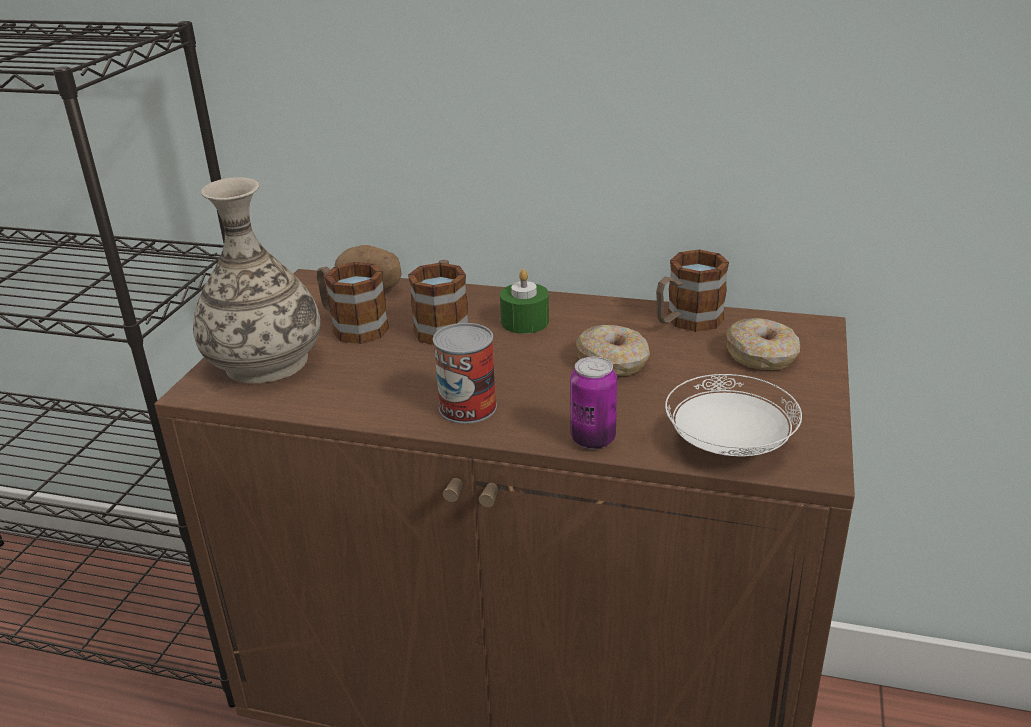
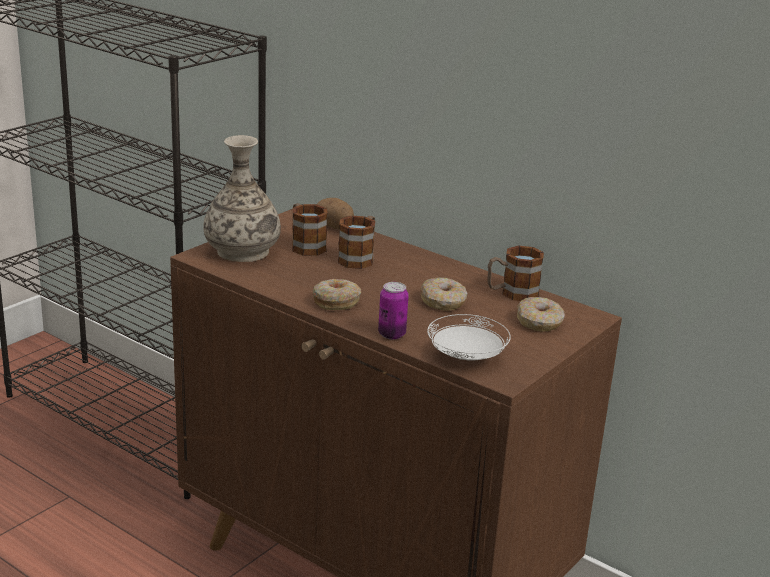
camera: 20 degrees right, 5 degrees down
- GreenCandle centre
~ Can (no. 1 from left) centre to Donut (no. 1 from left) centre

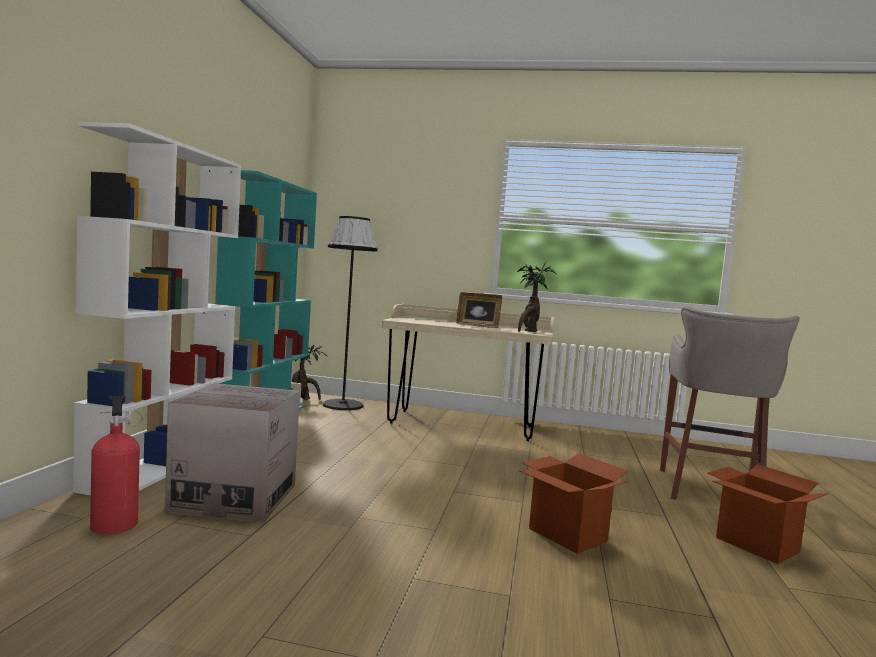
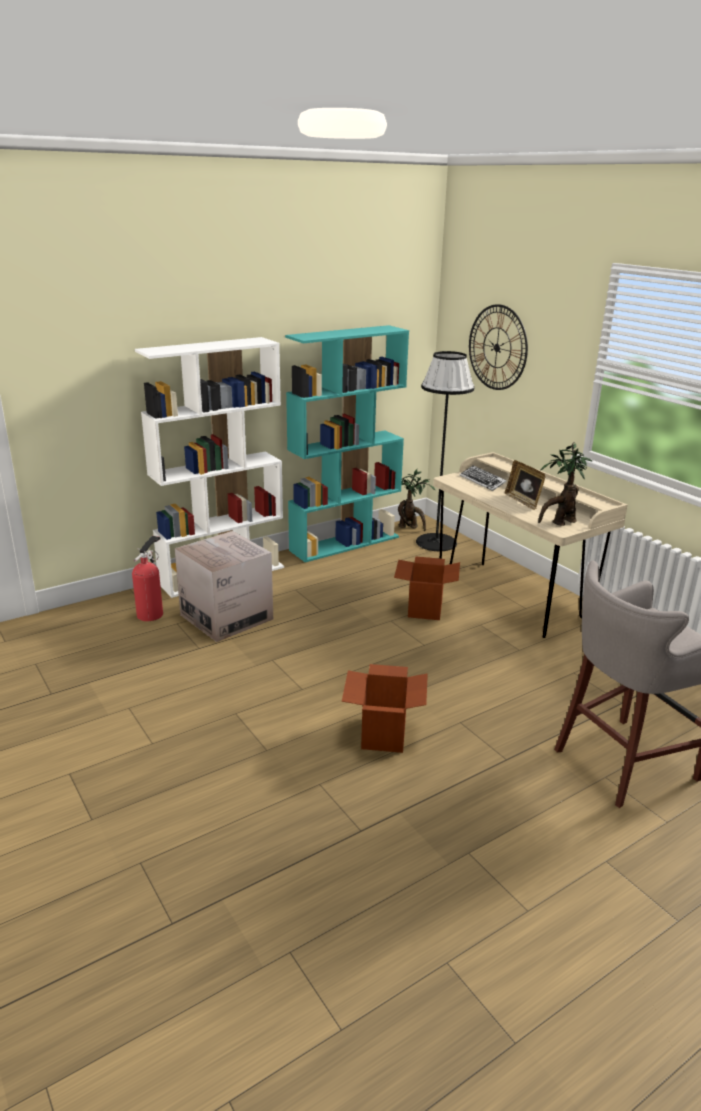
camera: 45 degrees right, 20 degrees up
+ Keyboard middle right
+ WallClock top right
~ CardboardBox (no. 3 from left) bottom right to centre

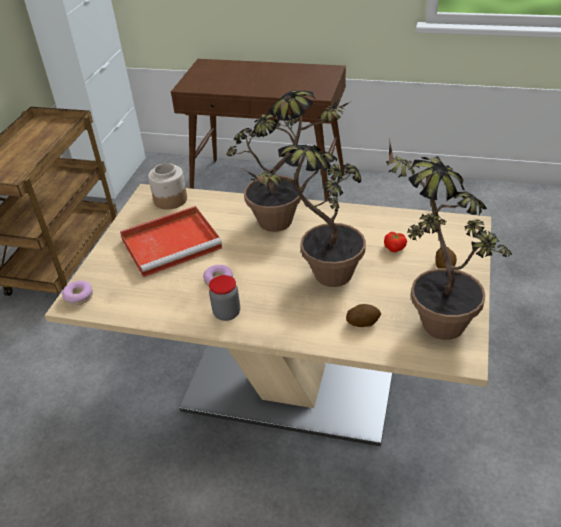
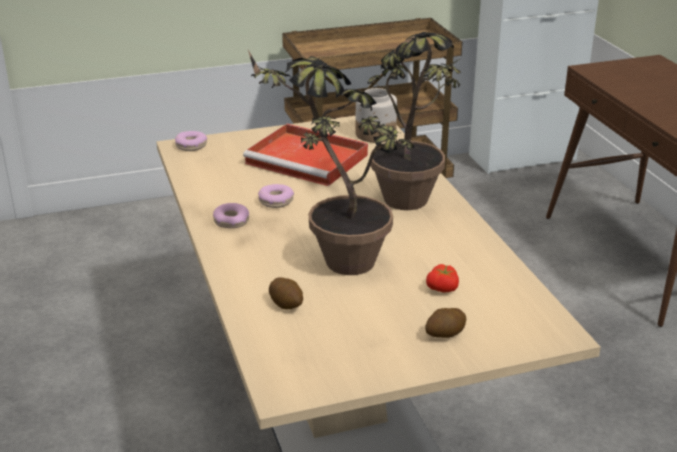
camera: 55 degrees right, 10 degrees down
- PottedPlant (no. 3 from left) middle right
~ Jar (no. 2 from left) centre to Donut (no. 2 from left) centre

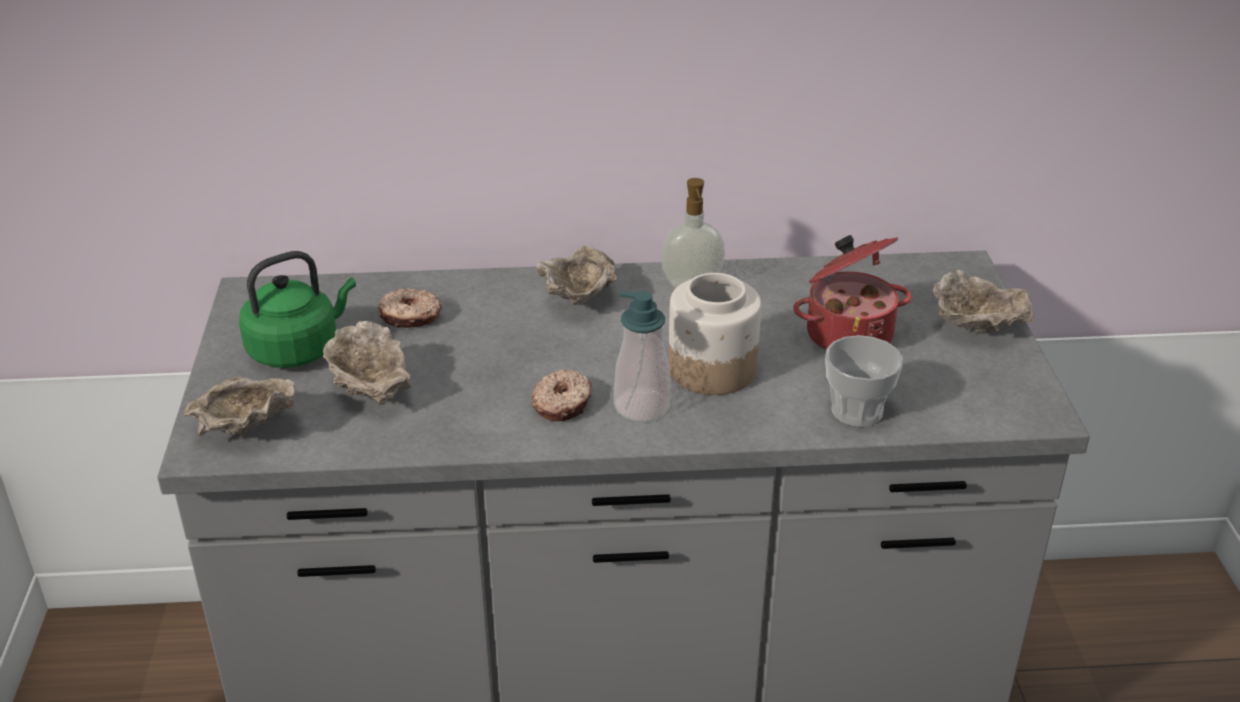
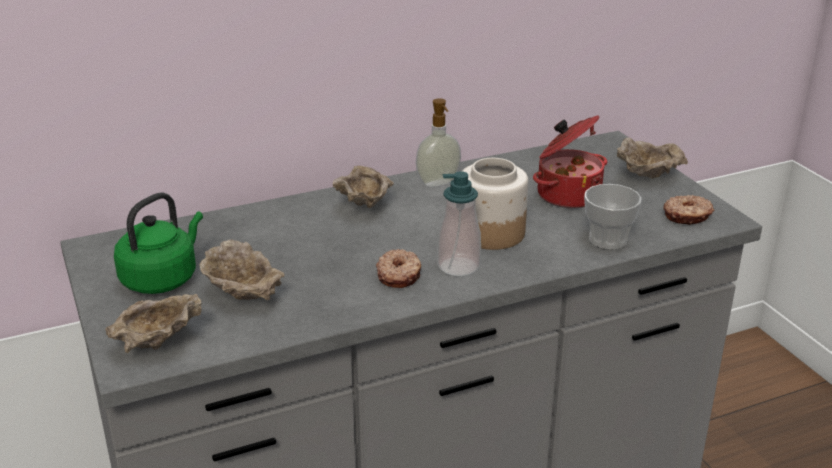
camera: 20 degrees left, 5 degrees down
~ Donut (no. 1 from left in the first image) middle left to Donut (no. 2 from left) middle right

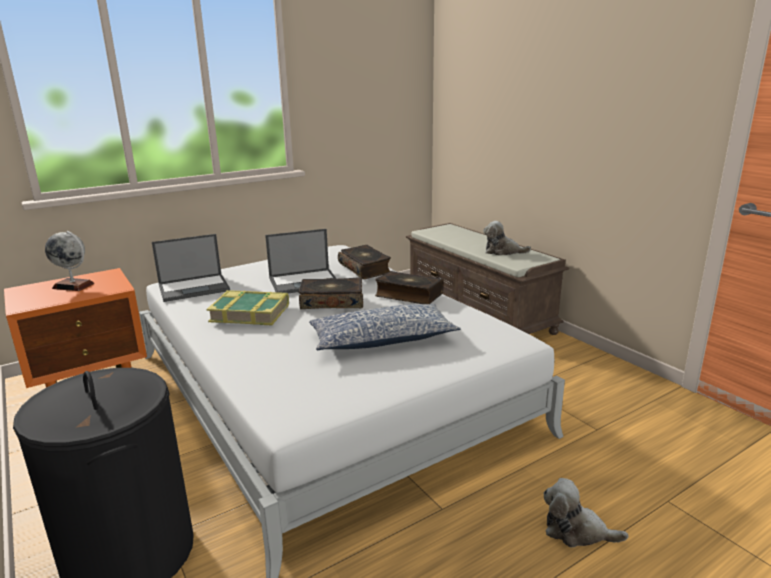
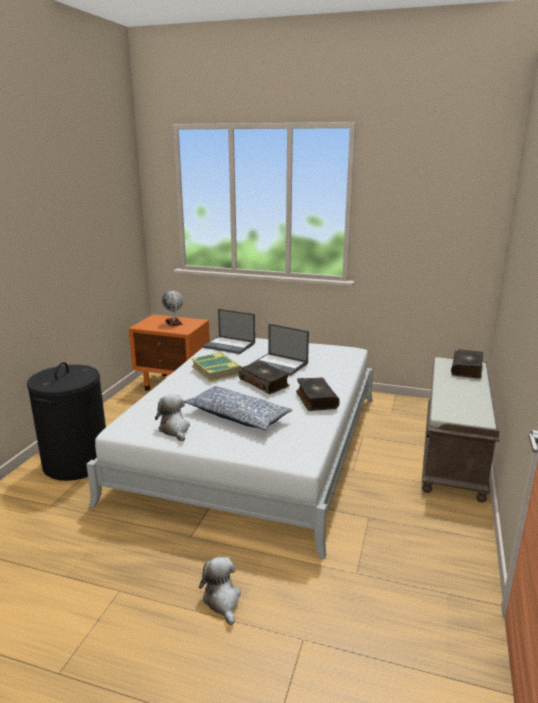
camera: 50 degrees right, 0 degrees up
~ Book (no. 3 from left in the first image) centre to Book (no. 4 from left) middle right
~ PlushToy (no. 1 from left) centre to middle left

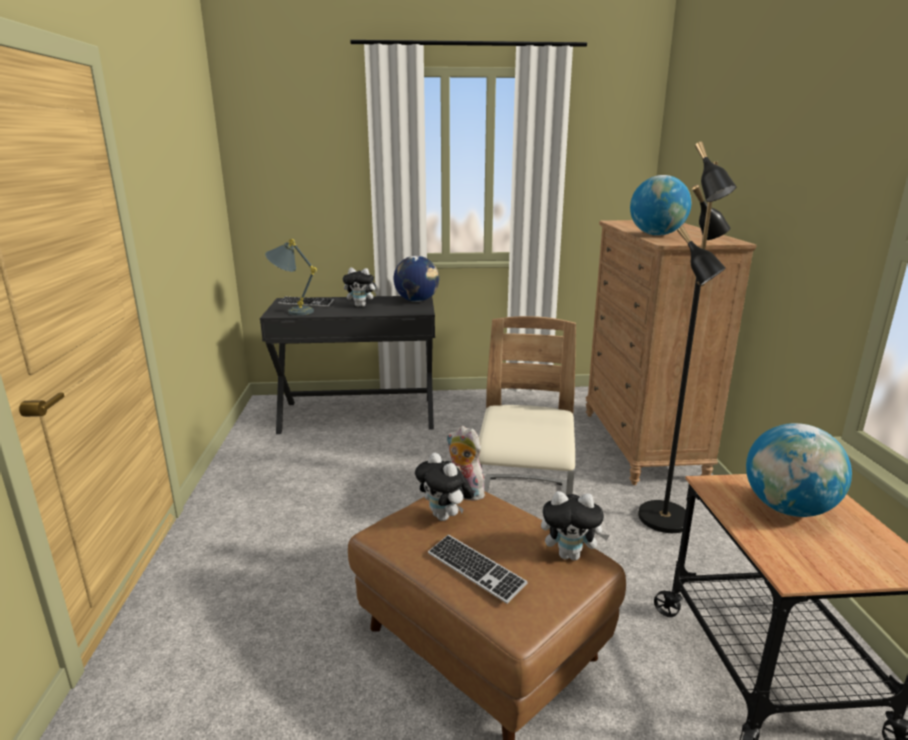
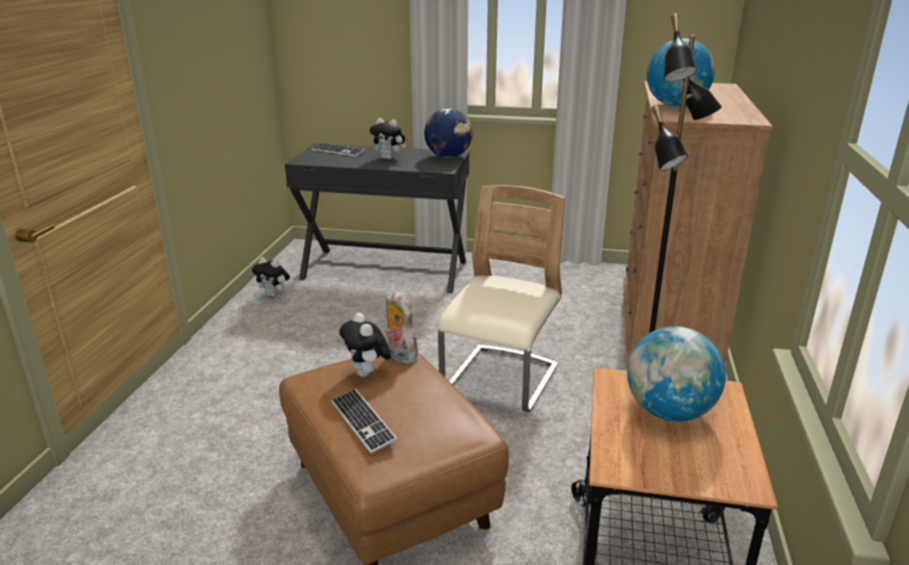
camera: 15 degrees right, 5 degrees up
- GreyTableLamp middle left
~ PlushToy (no. 4 from left in the first image) bottom centre to PlushToy (no. 1 from left) middle left

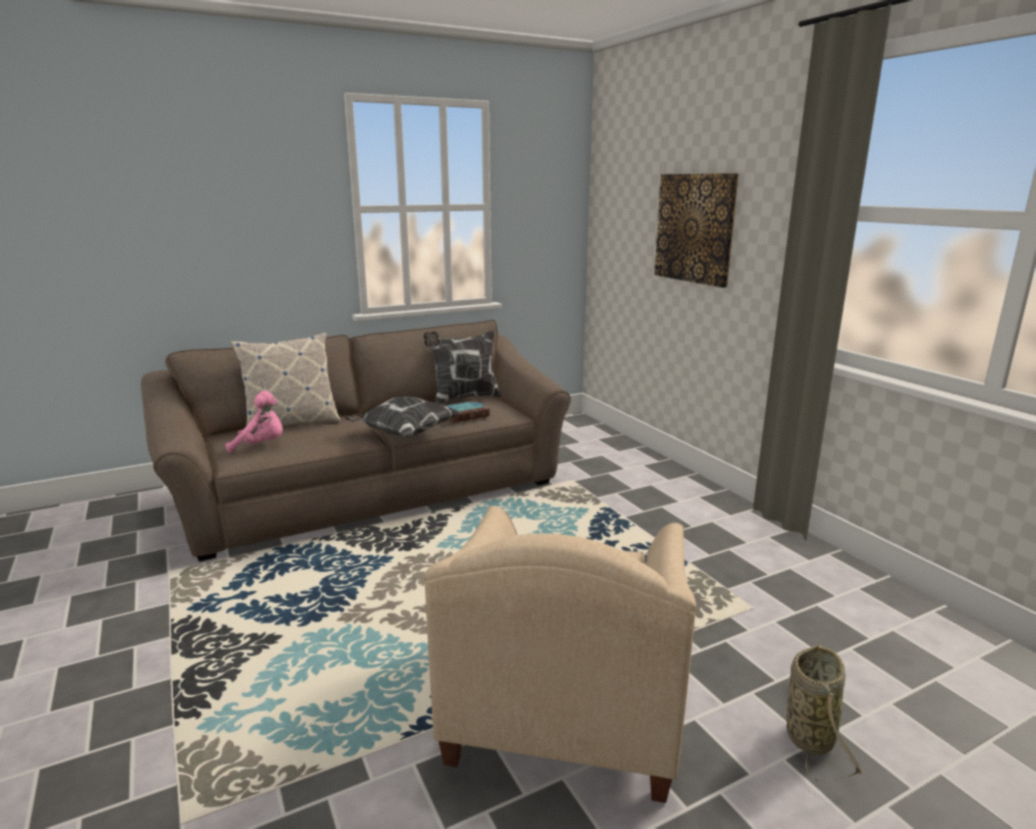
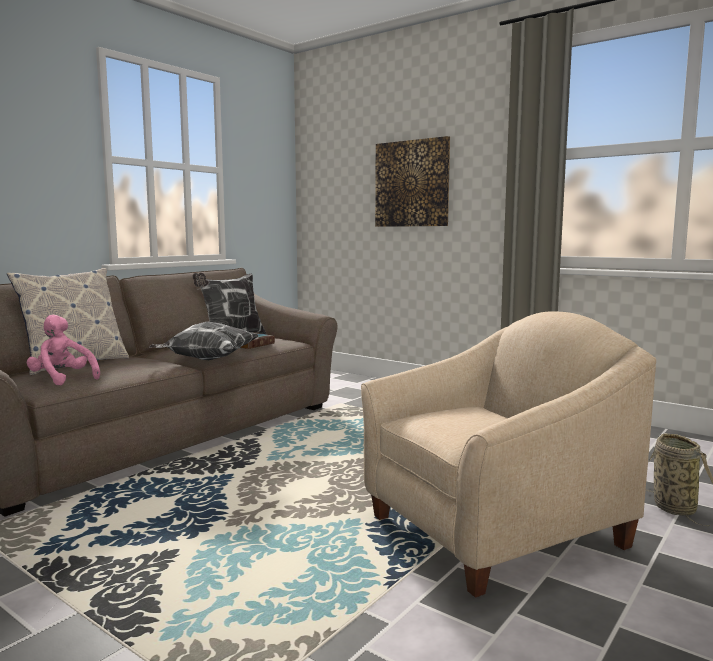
camera: 25 degrees left, 10 degrees down
~ PinkPlushToy middle left = middle left 120 degrees counterclockwise
~ BeigeArmchair bottom centre = bottom right 105 degrees counterclockwise

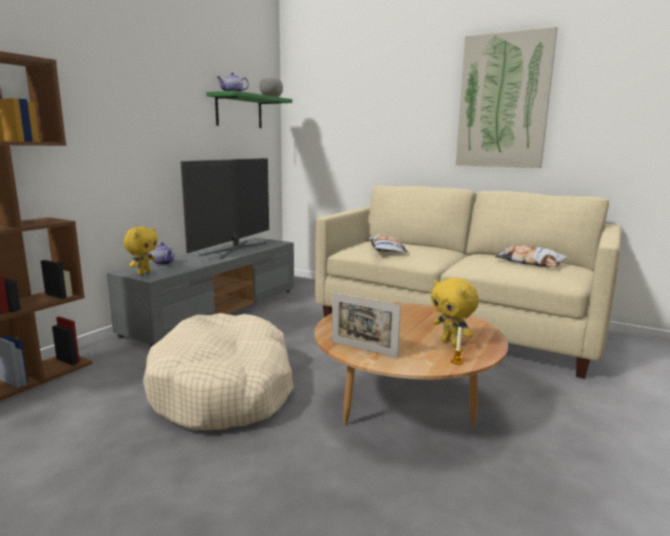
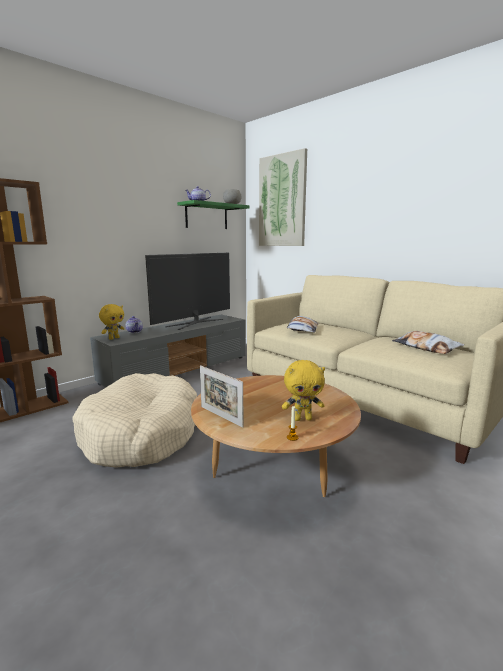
camera: 15 degrees right, 0 degrees up
~ Picture top right to top centre
~ YellowPlushToy (no. 2 from left) middle right = centre 75 degrees counterclockwise

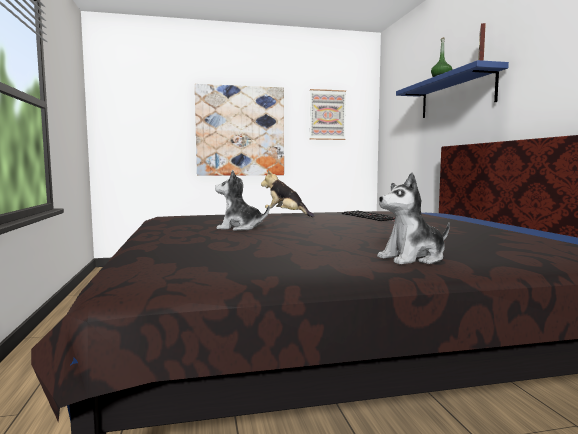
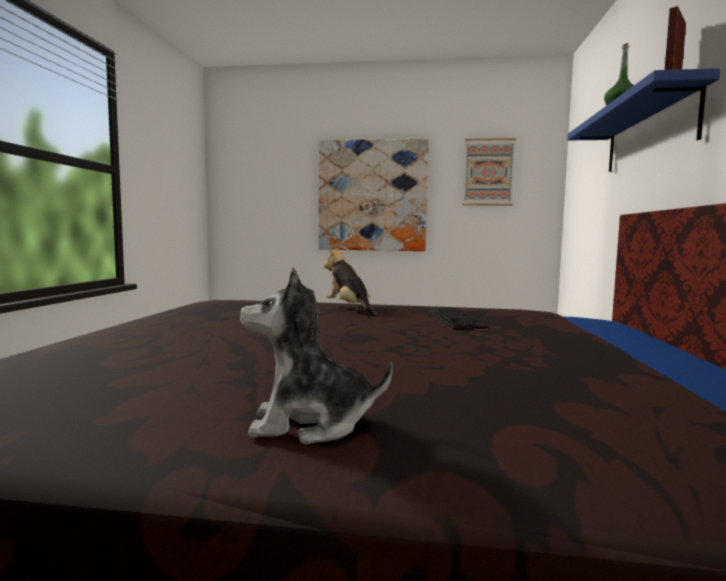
camera: 20 degrees right, 0 degrees up
- PlushToy (no. 1 from left) centre

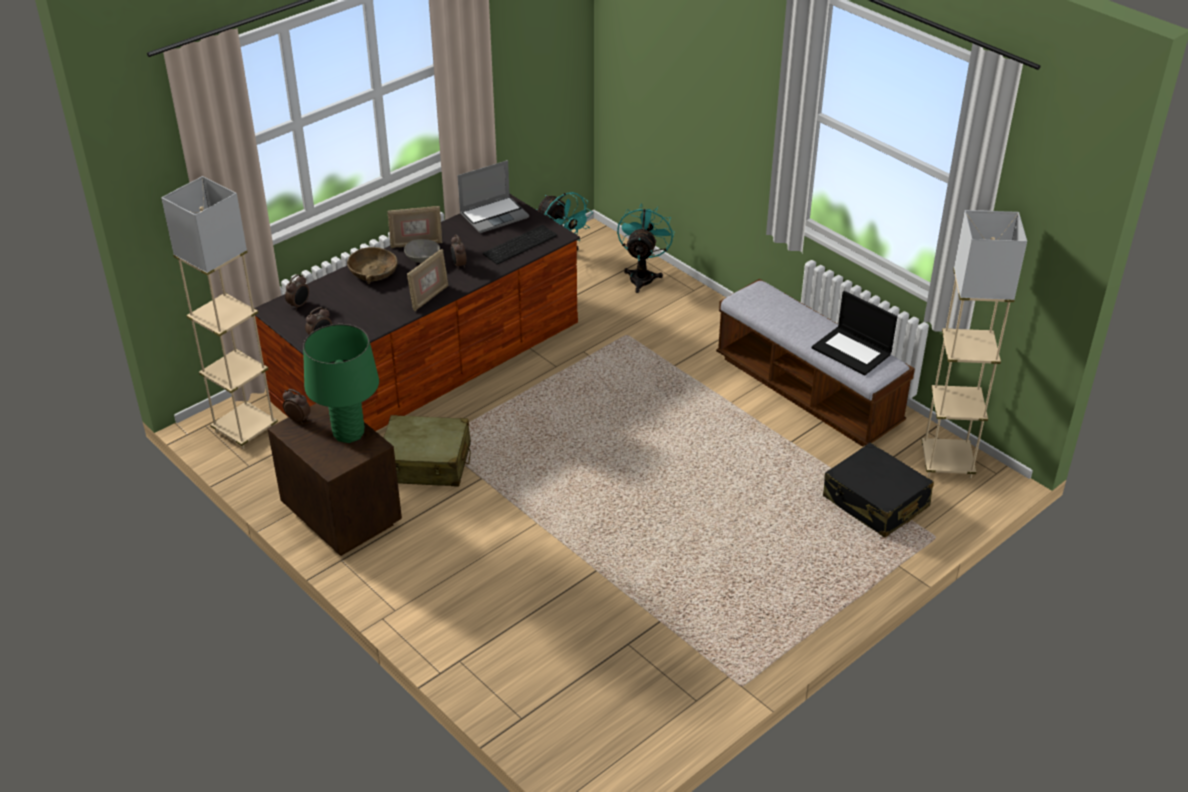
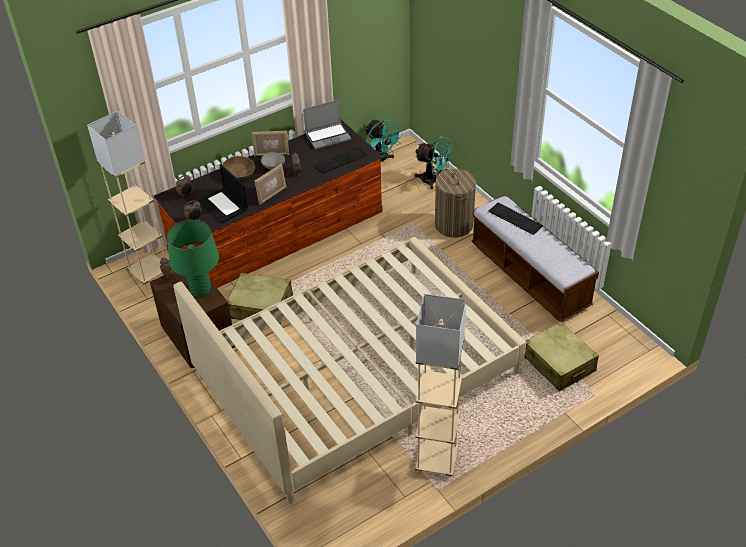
camera: 10 degrees right, 5 degrees up
+ BeigeBed bottom centre
+ LaundryBasket centre
+ Keyboard (no. 2 from left) middle right
~ Laptop (no. 2 from left in the first image) middle right to Laptop (no. 1 from left) middle left
~ BeigeFloorLamp (no. 2 from left) middle right to bottom centre
~ BlackSuitcase middle right to BeigeSuitcase (no. 2 from left) middle right
~ TurquoiseFan (no. 2 from left) top centre = top centre 90 degrees clockwise

